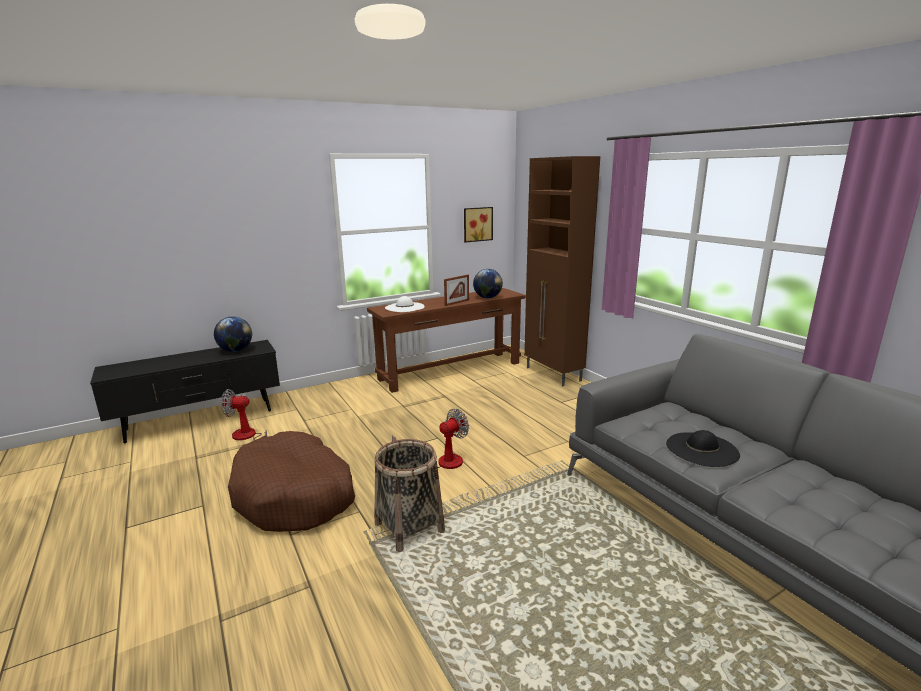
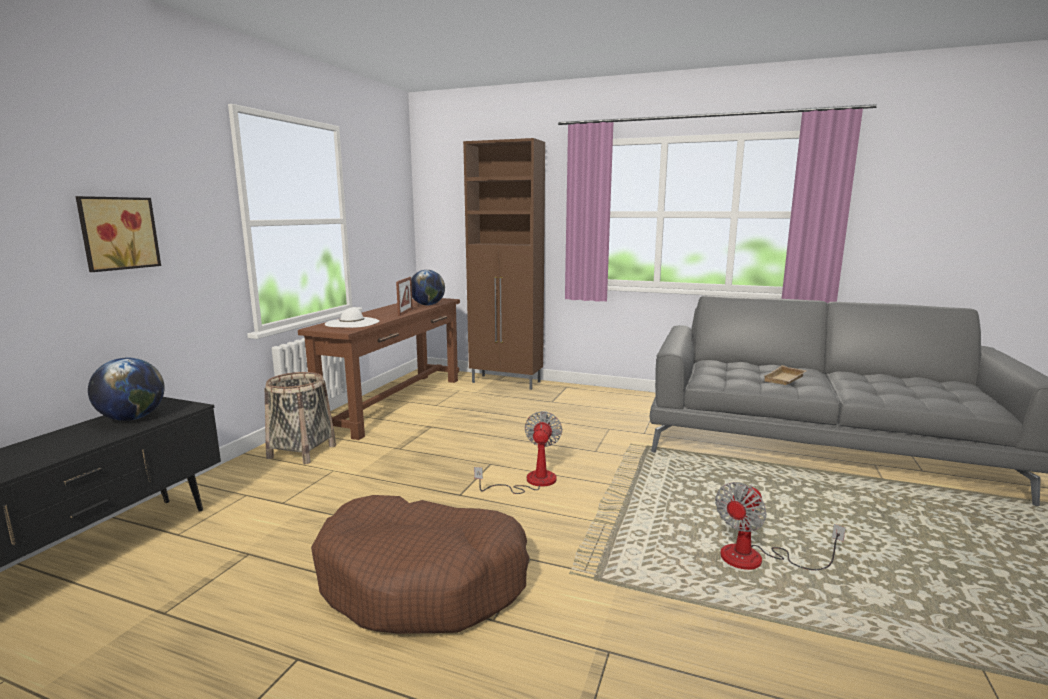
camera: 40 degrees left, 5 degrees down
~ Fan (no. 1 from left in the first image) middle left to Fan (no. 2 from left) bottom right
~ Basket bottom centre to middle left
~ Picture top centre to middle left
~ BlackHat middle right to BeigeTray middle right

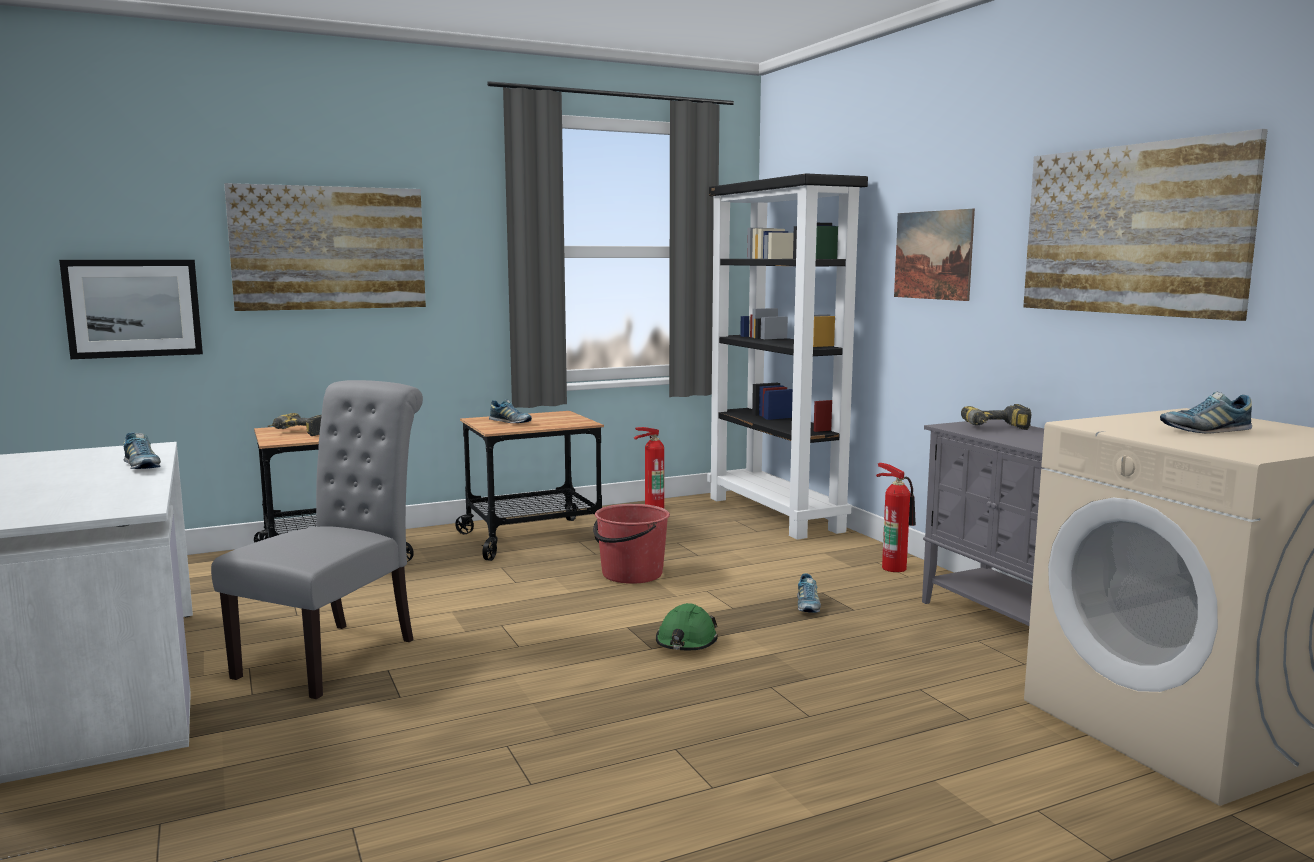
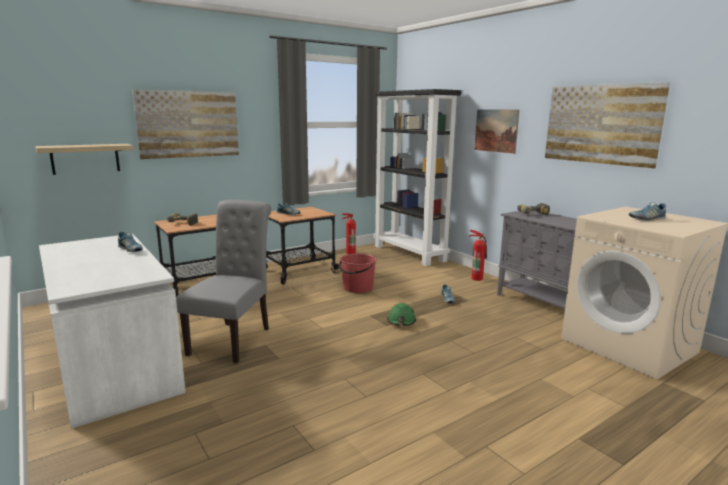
camera: 10 degrees left, 5 degrees up
~ Picture (no. 1 from left) middle left to Shelf top left

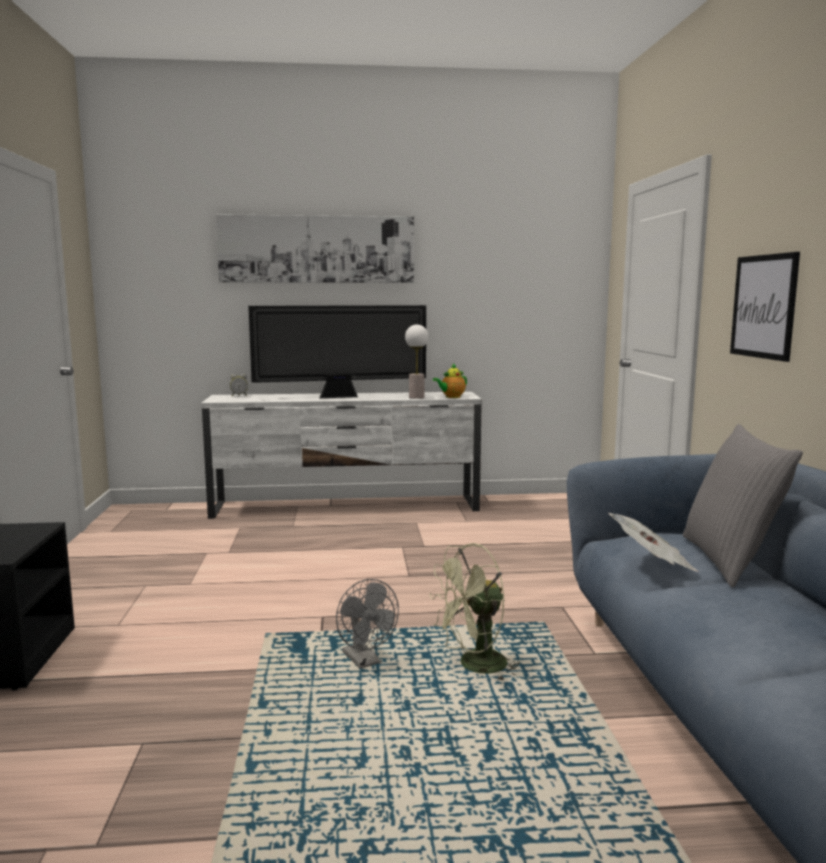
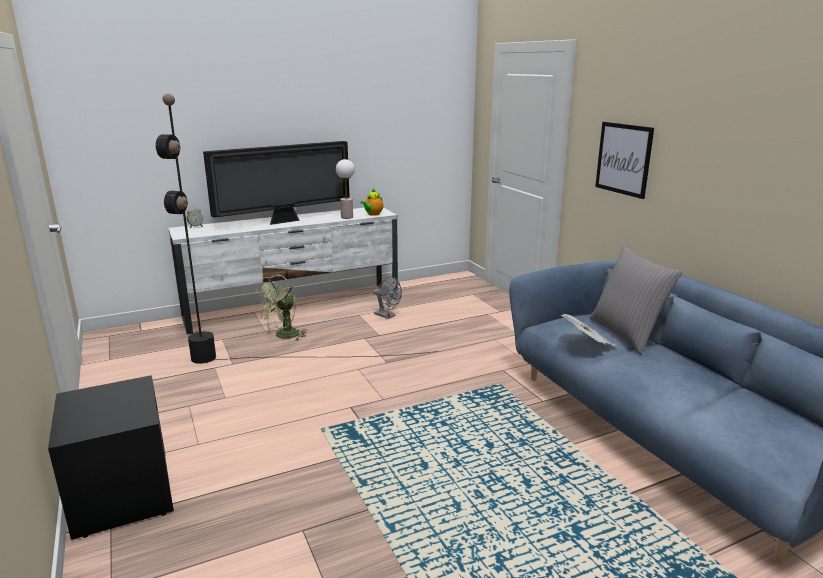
camera: 20 degrees left, 10 degrees up
- Picture (no. 1 from left) top centre
+ BlackFloorLamp centre
~ GreyFan bottom centre to centre
~ GreenFan bottom centre to centre

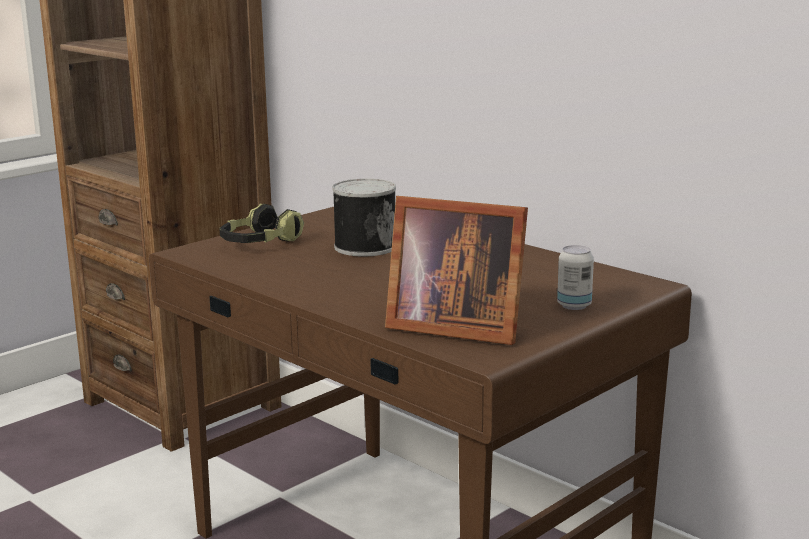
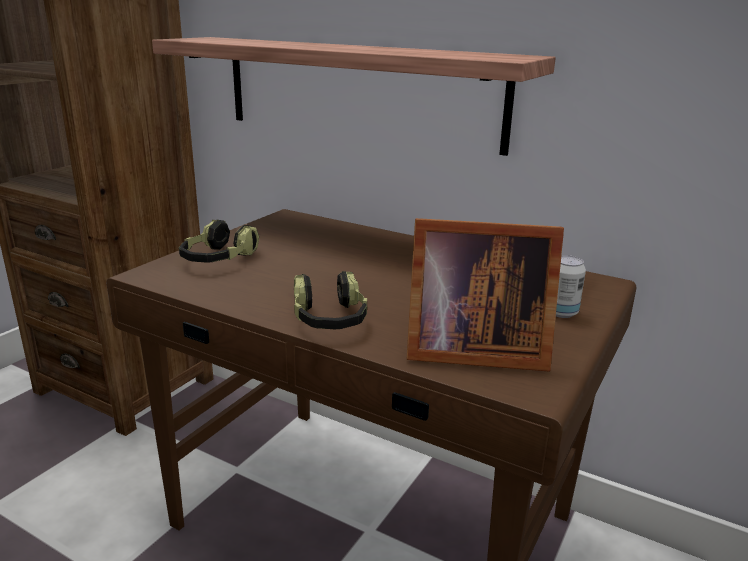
camera: 15 degrees left, 5 degrees up
- Can (no. 1 from left) centre
+ Shelf top centre
+ Headphones (no. 2 from left) centre

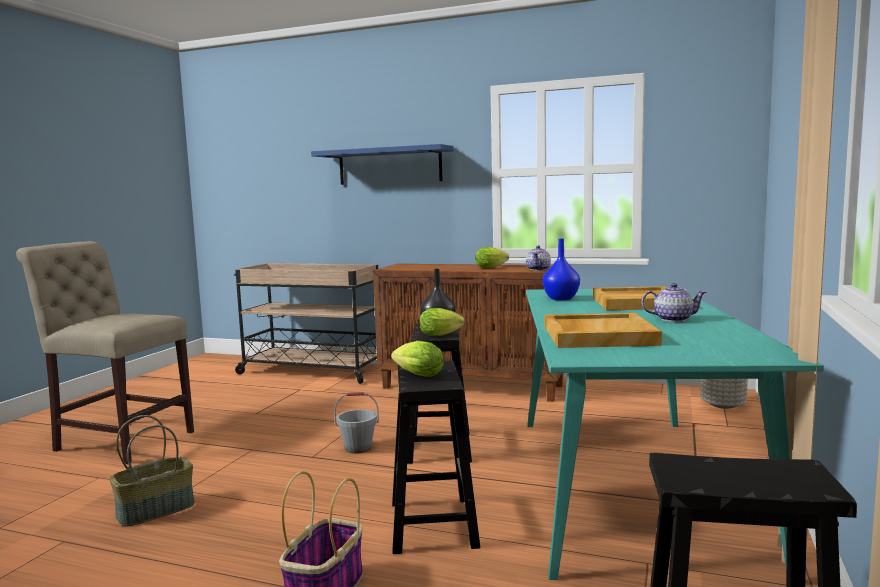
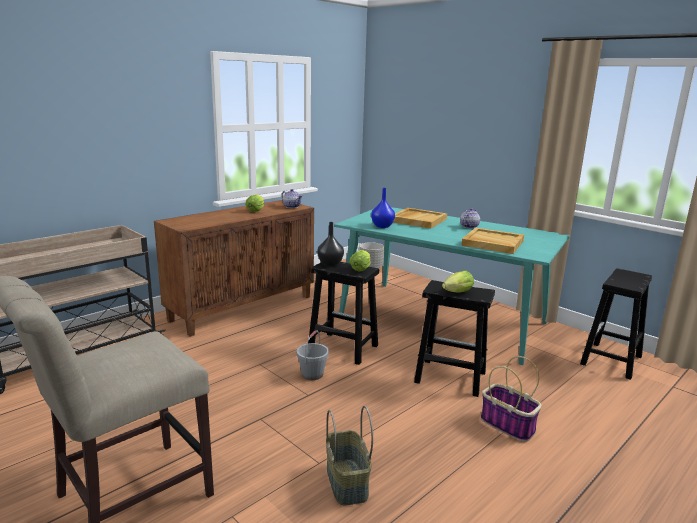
camera: 65 degrees left, 10 degrees up
- BlueShelf top centre

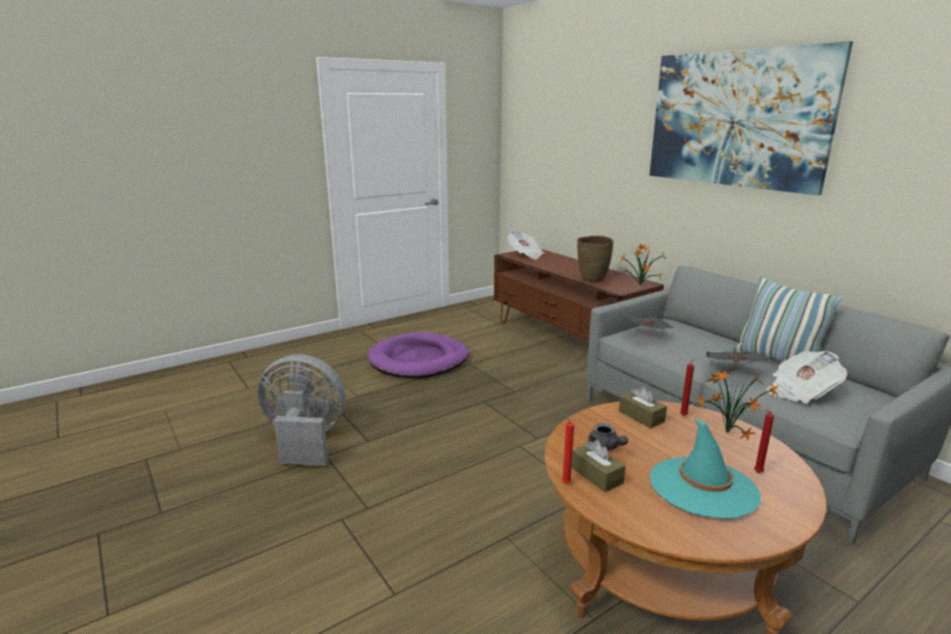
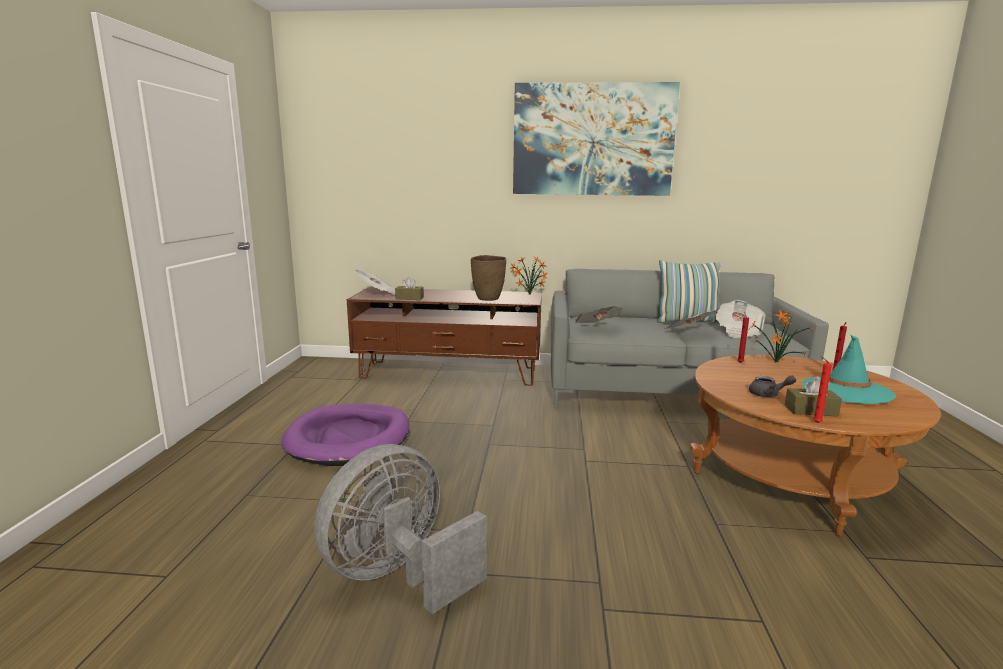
camera: 50 degrees left, 5 degrees down
~ BrownTissueBox (no. 2 from left in the first image) middle right to BrownTissueBox (no. 1 from left) centre

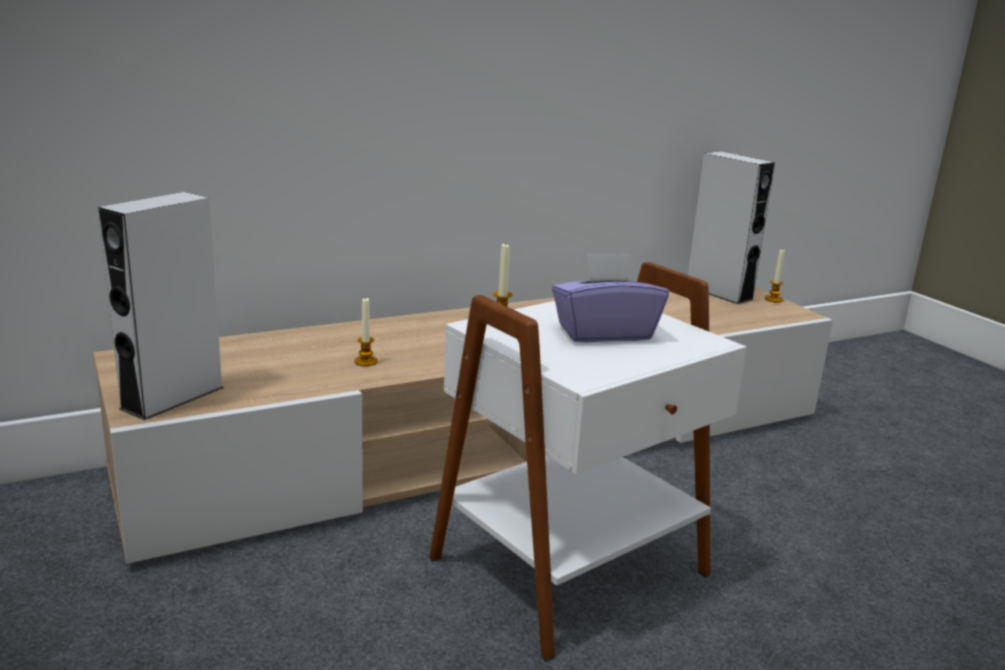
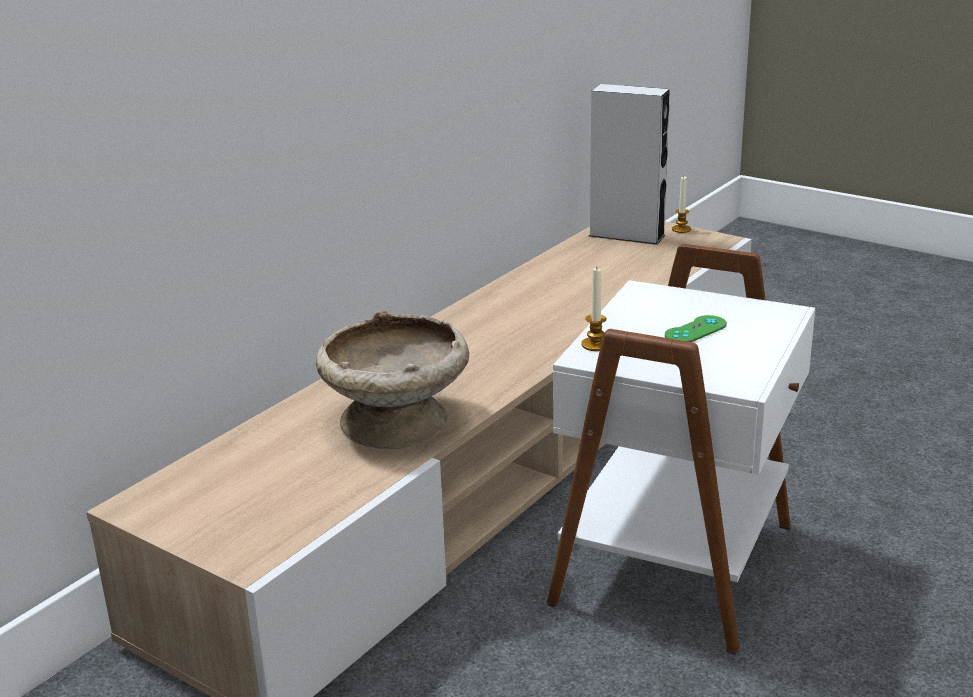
camera: 25 degrees left, 5 degrees up
- GreySpeaker (no. 1 from left) middle left
~ Candle (no. 1 from left) centre to BeigeBowl centre
~ PurpleTissueBox centre to GreenGameController middle right

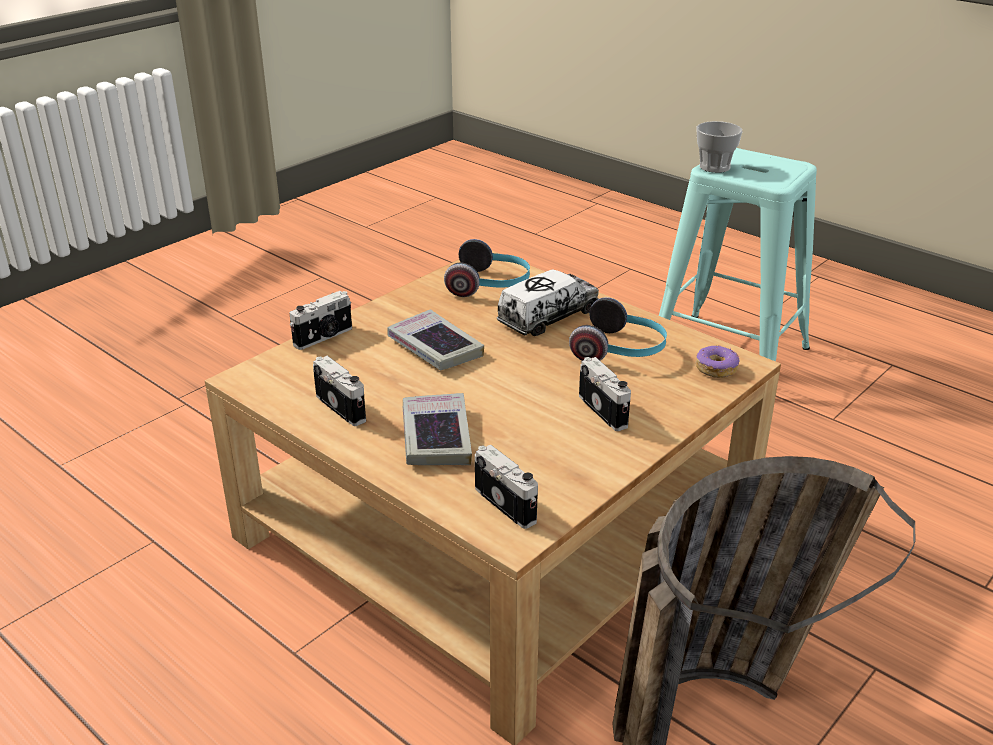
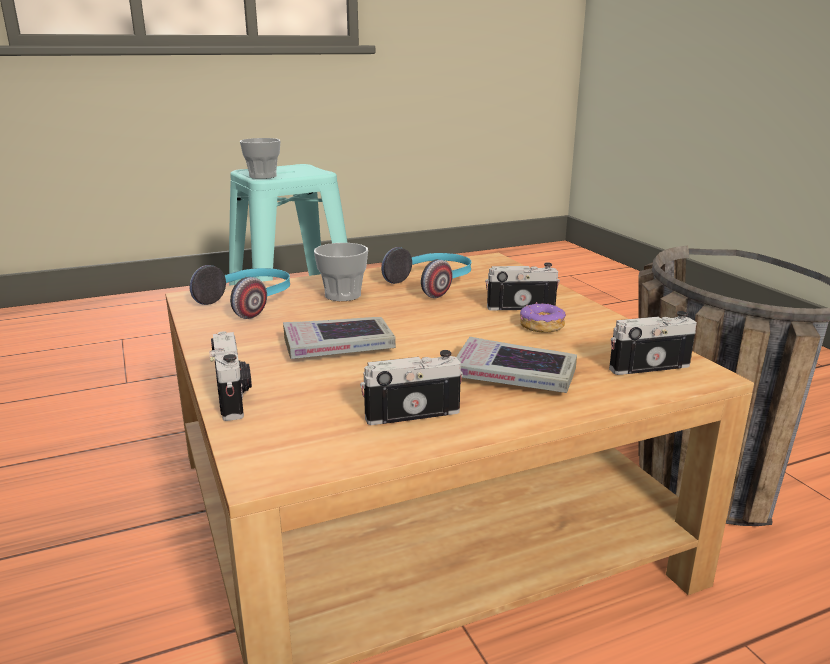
camera: 65 degrees left, 10 degrees down
~ Donut middle right to centre
~ ToyTruck centre to Cup (no. 2 from left) centre

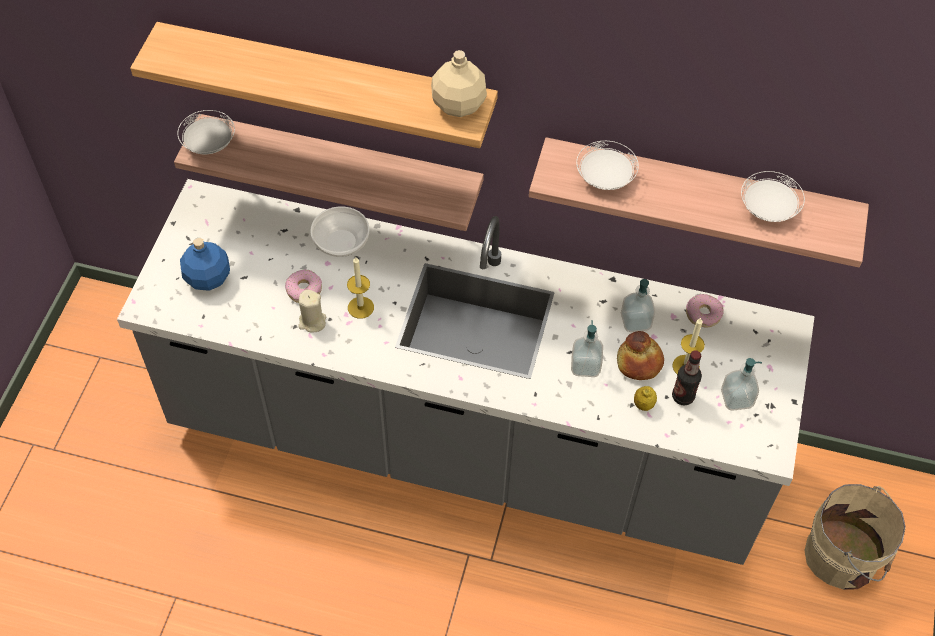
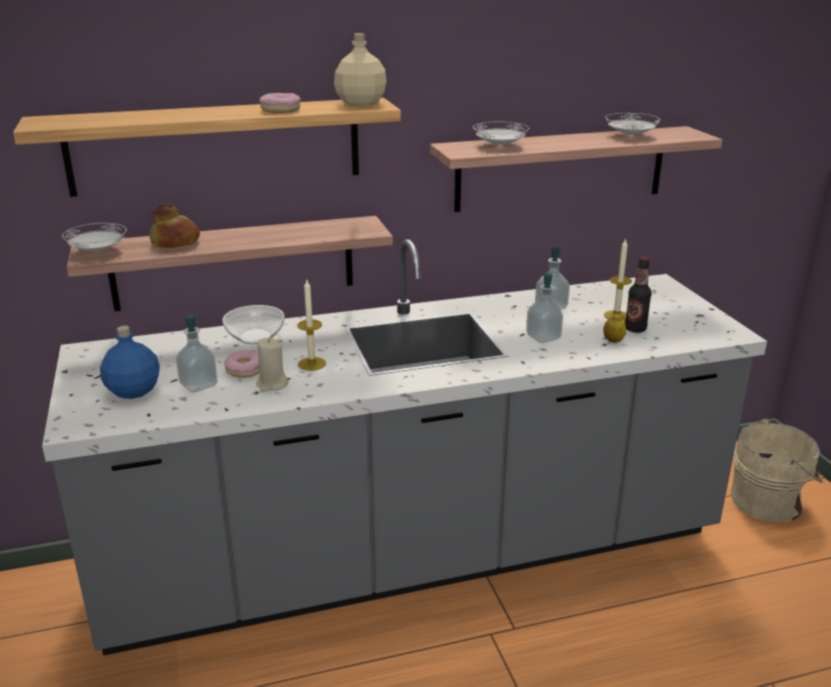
camera: 30 degrees left, 30 degrees down
~ Bread middle right to top left
~ Donut (no. 2 from left) middle right to top centre
~ SoapDispenser (no. 3 from left in the first image) middle right to SoapDispenser (no. 1 from left) middle left

